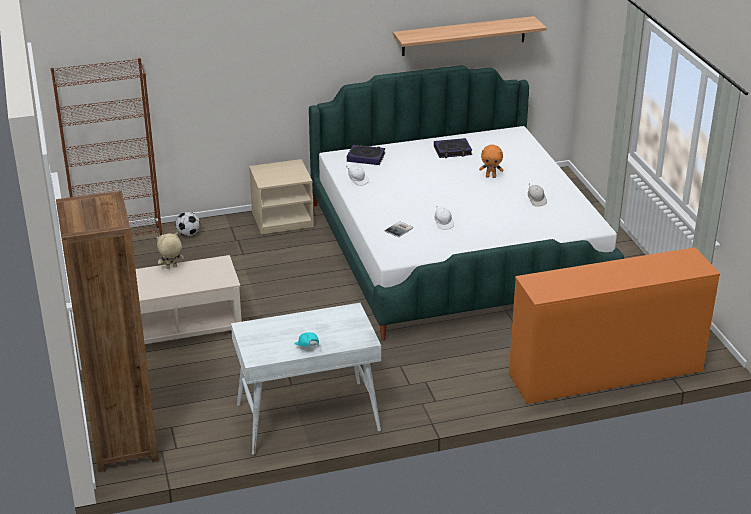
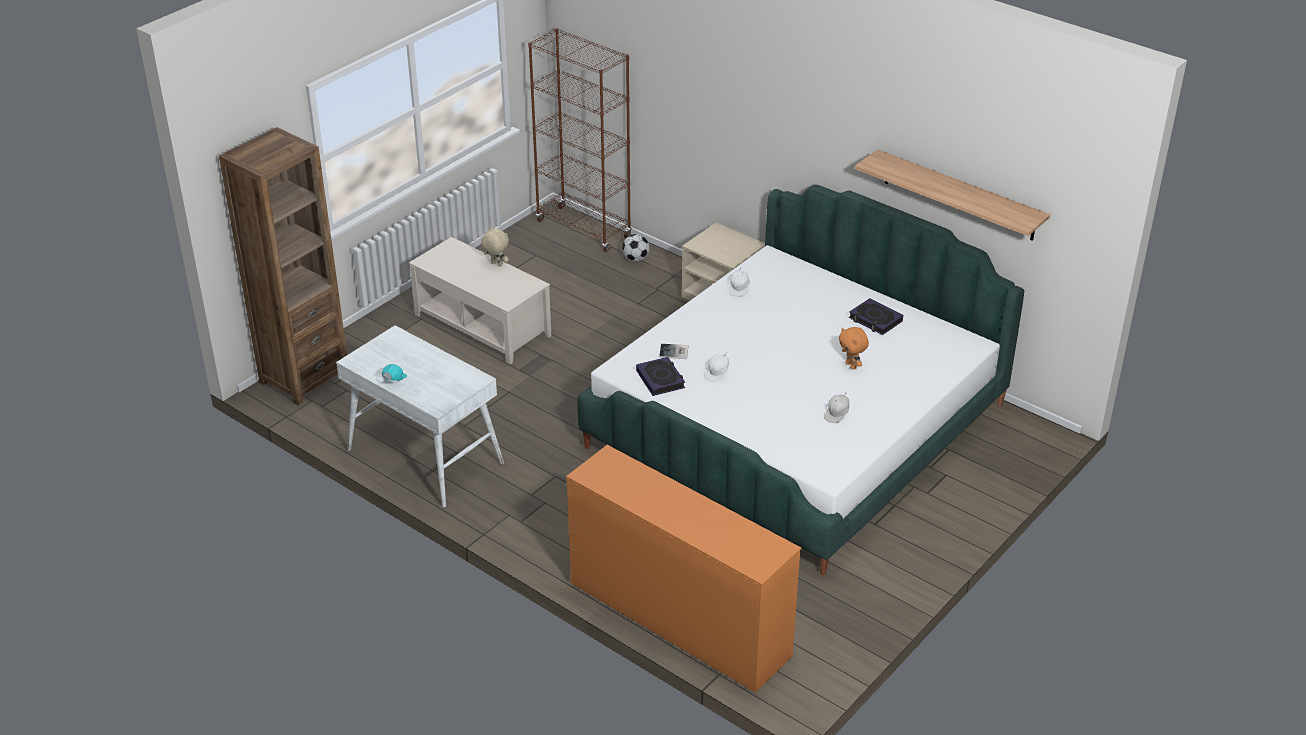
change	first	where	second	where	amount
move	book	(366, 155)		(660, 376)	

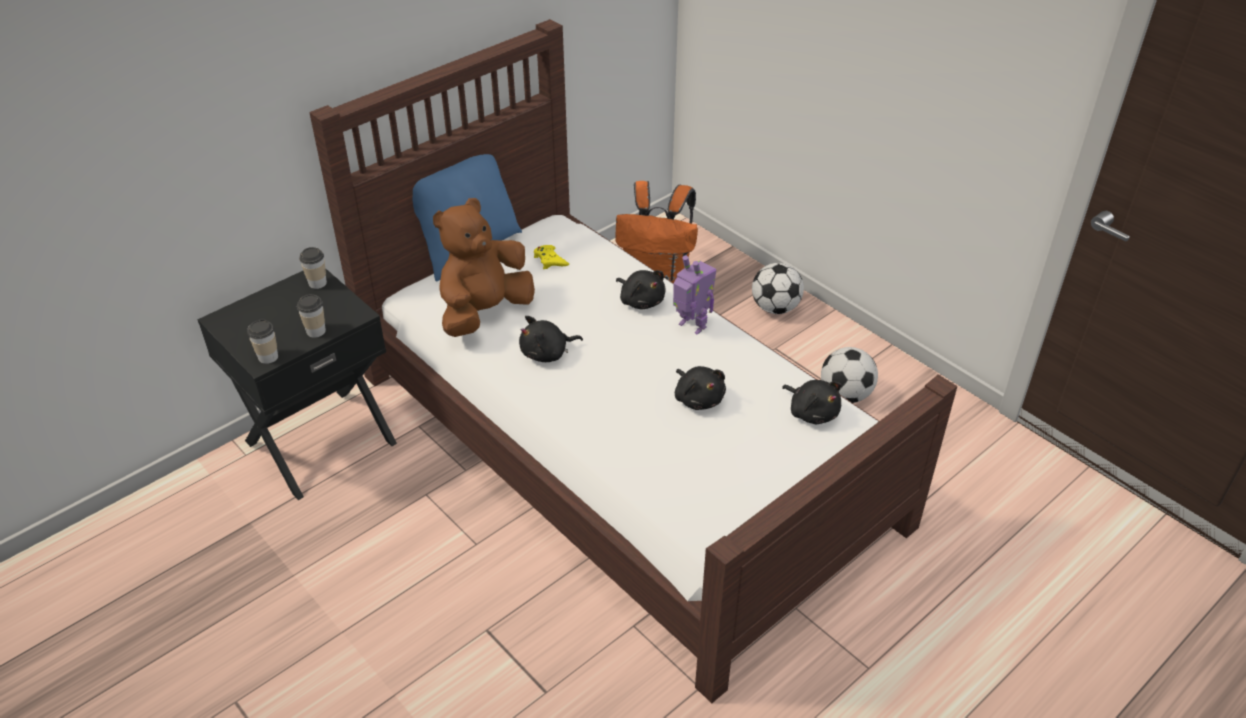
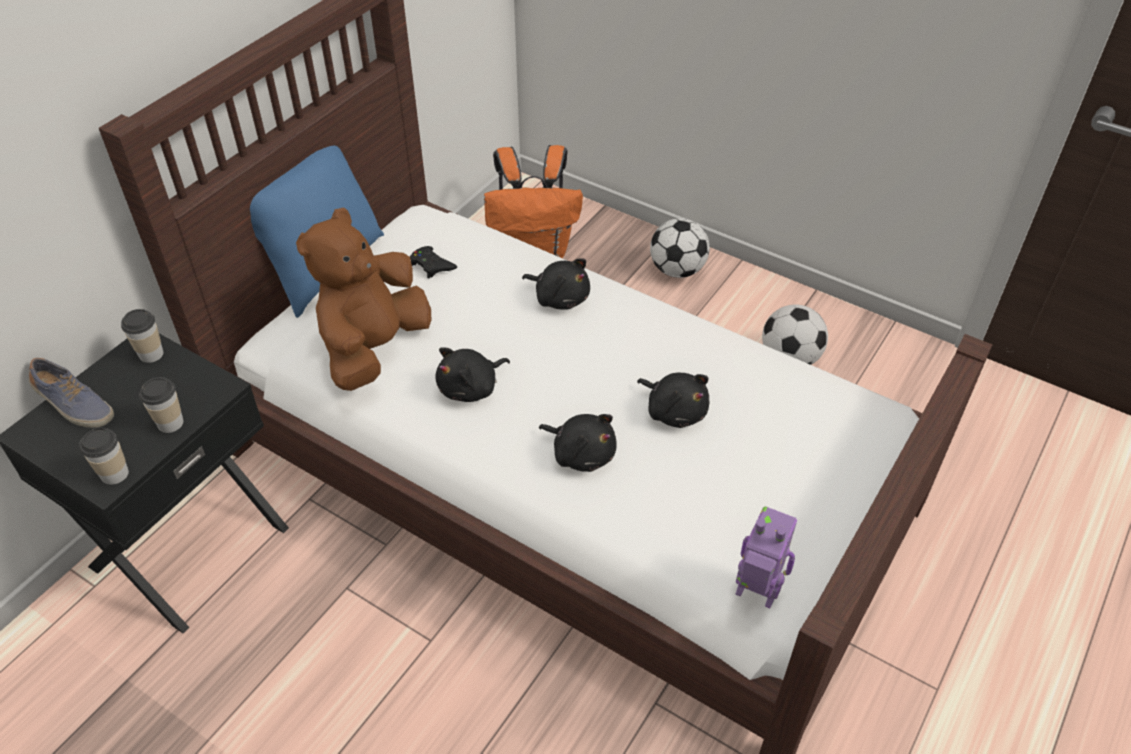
change	first	where	second	where	amount
insert			shoe	(71, 393)	
move	toy robot	(694, 295)		(766, 557)	
move	black plush toy	(811, 402)		(577, 443)	
recolor	yellow game controller	(551, 257)	black game controller	(433, 262)	

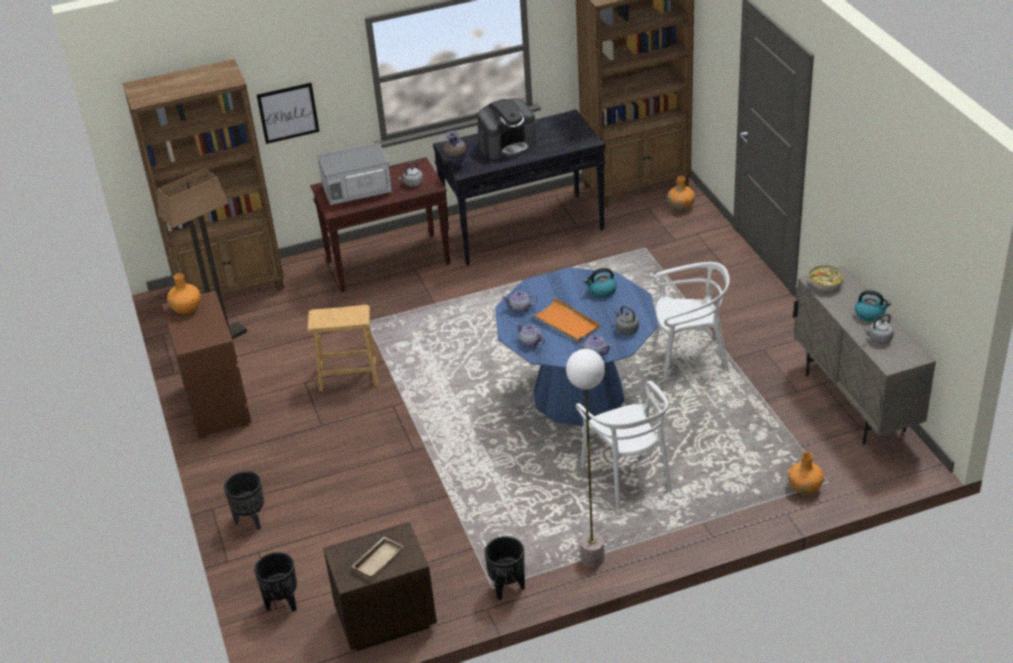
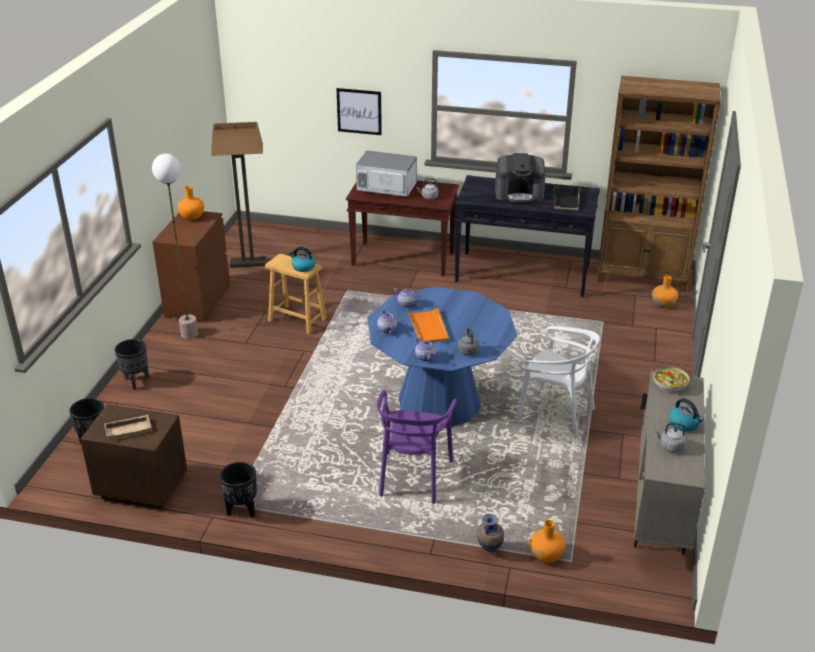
change	first	where	second	where	amount
delete	brown bookcase	(203, 177)			
insert			black tray	(567, 197)	
move	vase	(455, 147)		(490, 533)	
move	floor lamp	(585, 458)		(175, 246)	
move	kettle	(600, 283)		(302, 259)	
recolor	white chair	(624, 445)	purple chair	(417, 447)	

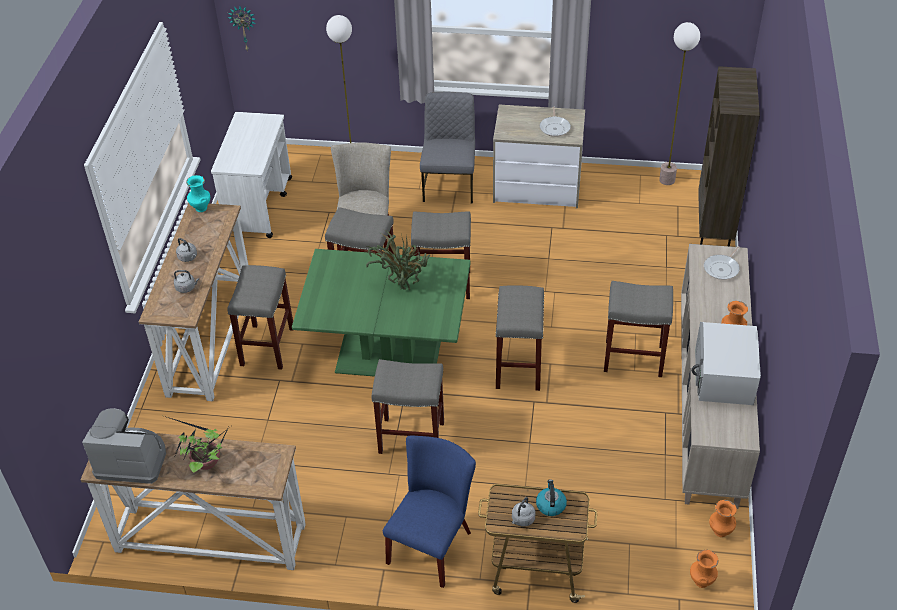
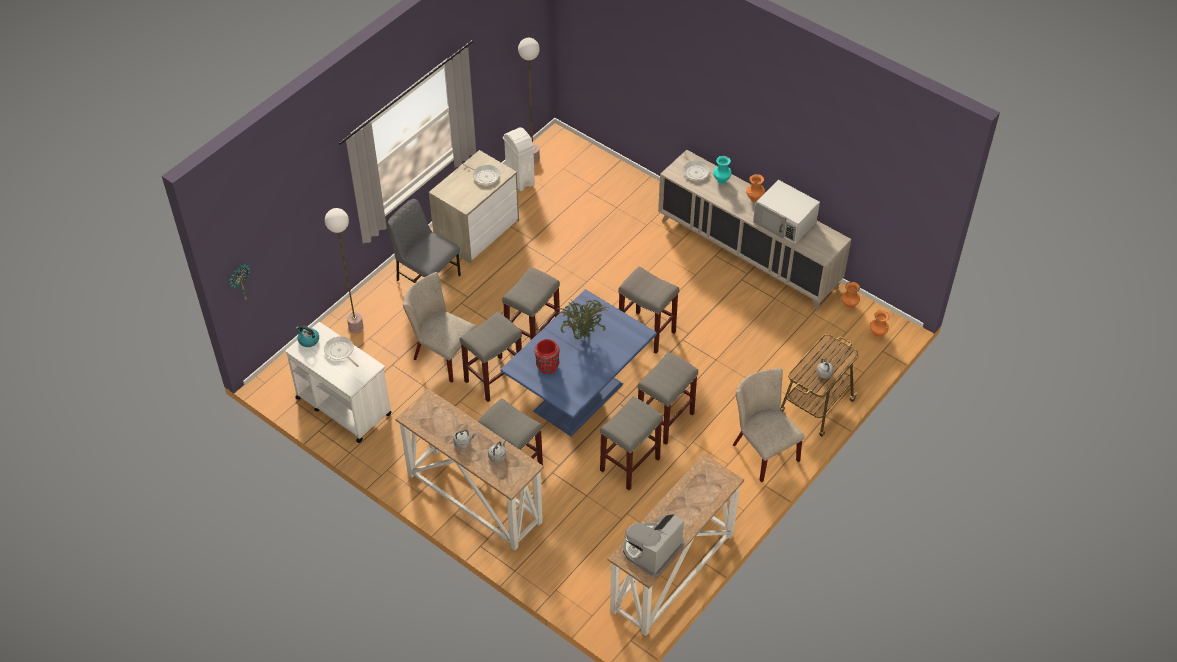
change	first	where	second	where	amount
delete	potted plant	(197, 444)			
delete	brown bookcase	(729, 156)			
insert			frying pan	(341, 351)	
insert			white trash can	(519, 159)	
insert			red vase	(547, 356)	
move	turquoise vase	(198, 193)		(722, 170)	
move	kettle	(551, 497)		(307, 336)	
move	grey stool	(638, 329)		(631, 443)	
recolor	green dining table	(381, 313)	blue dining table	(578, 363)	
recolor	blue chair	(429, 511)	beige chair	(769, 425)	

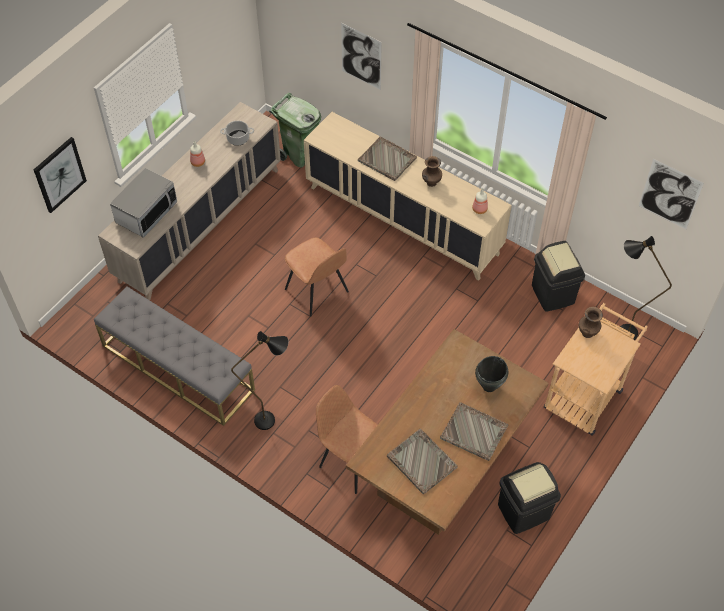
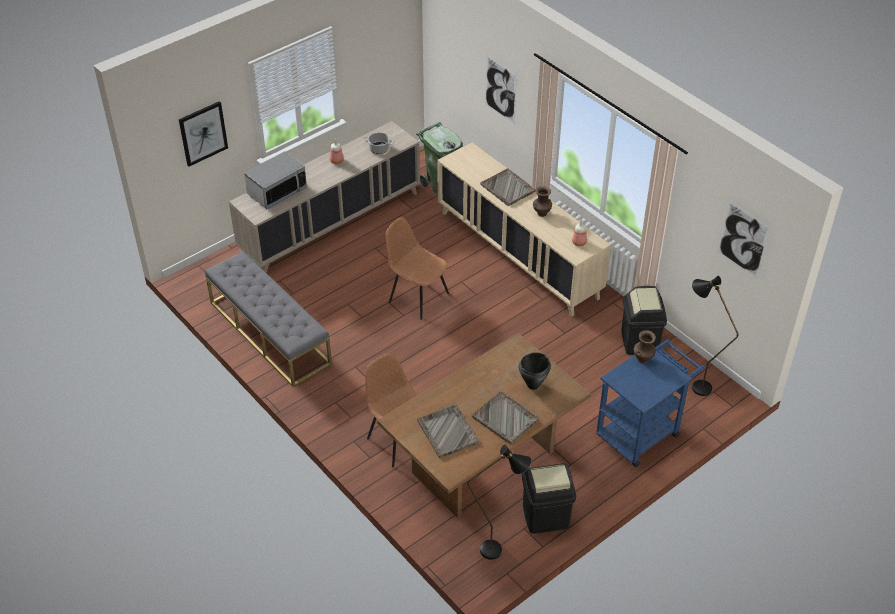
change	first	where	second	where	amount
move	black floor lamp	(260, 380)		(499, 502)	
recolor	beige cart	(596, 369)	blue cart	(650, 403)	
rotate	brown chair	(317, 277)		(417, 268)	150 degrees clockwise

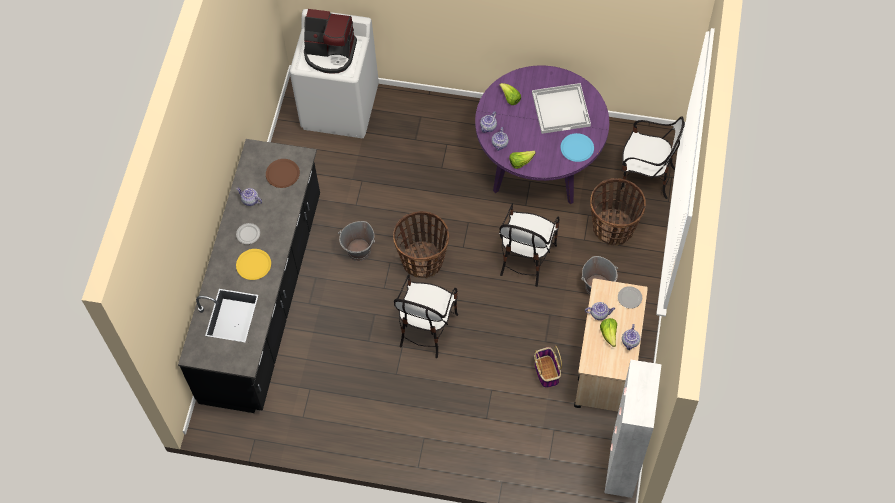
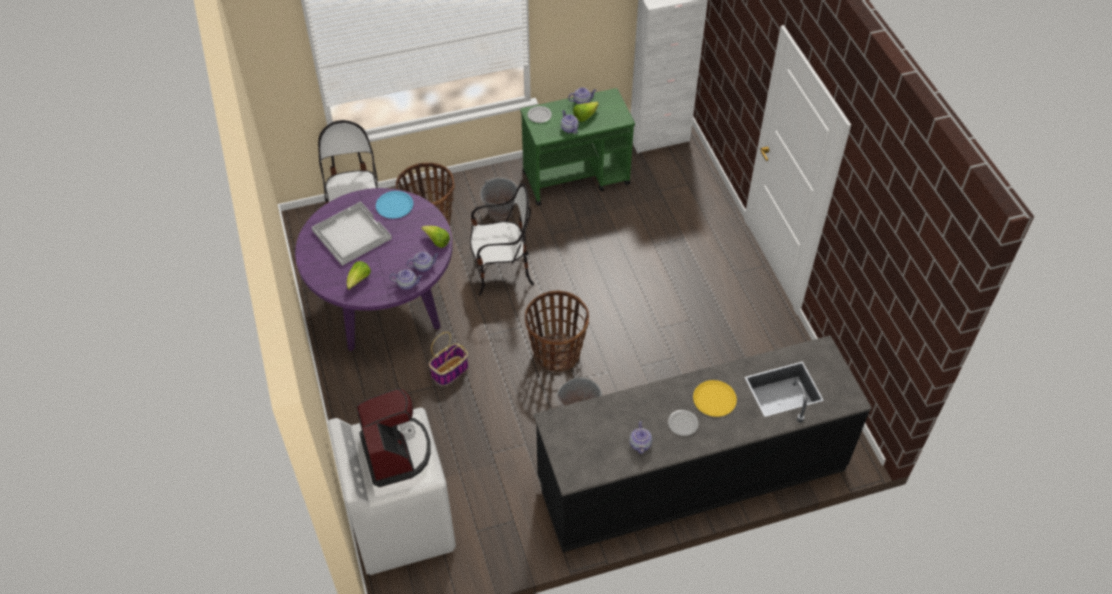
change	first	where	second	where	amount
delete	brown plate	(283, 173)			
delete	chair	(426, 316)			
move	basket	(548, 367)		(448, 359)	
recolor	beige cart	(611, 345)	green cart	(577, 147)	

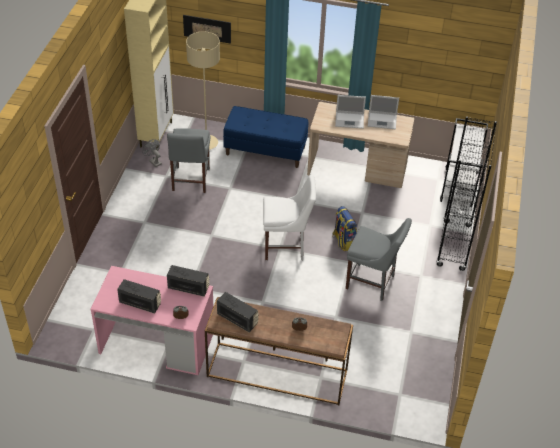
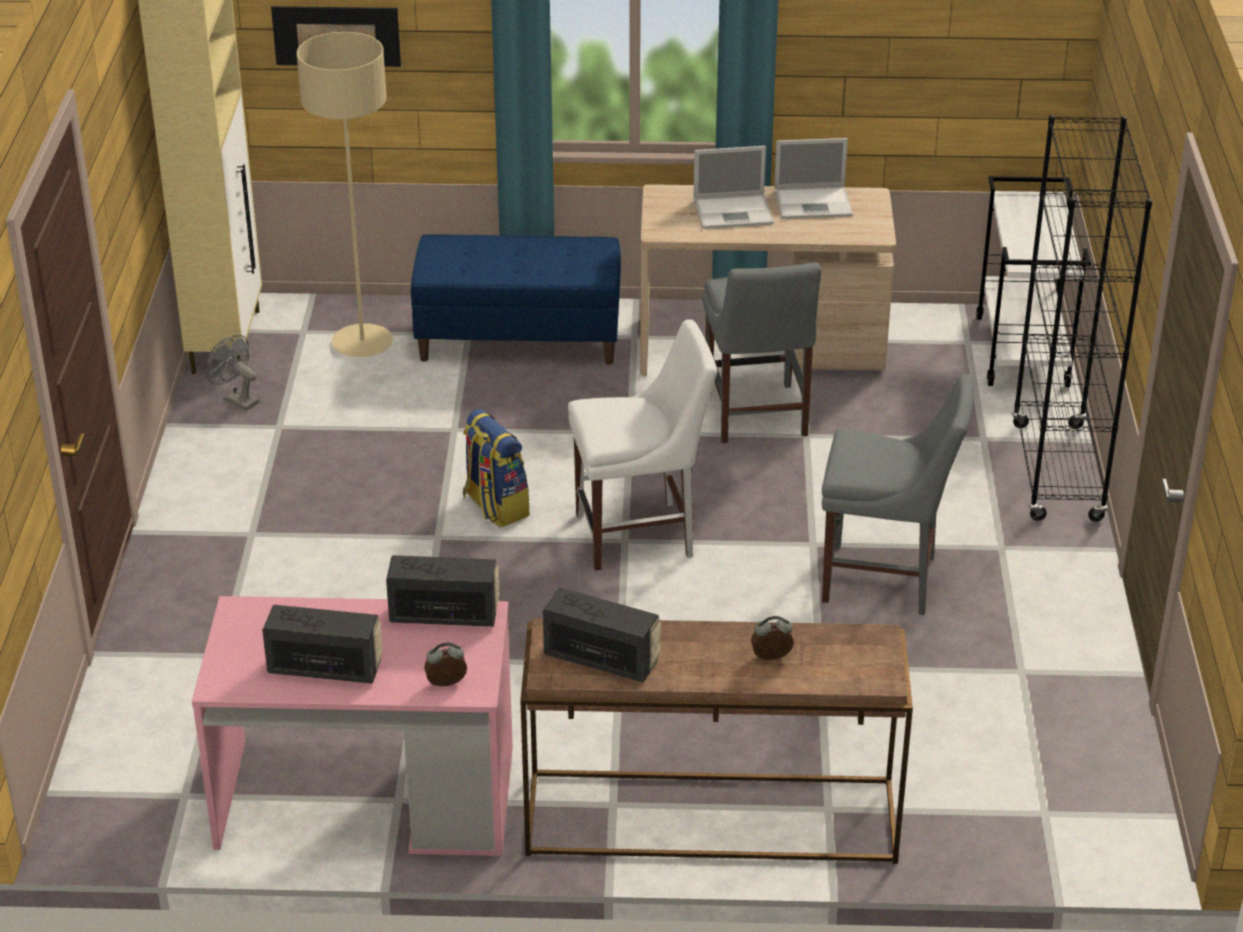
change	first	where	second	where	amount
move	grey chair	(188, 160)		(762, 353)	
move	backpack	(344, 228)		(496, 468)	

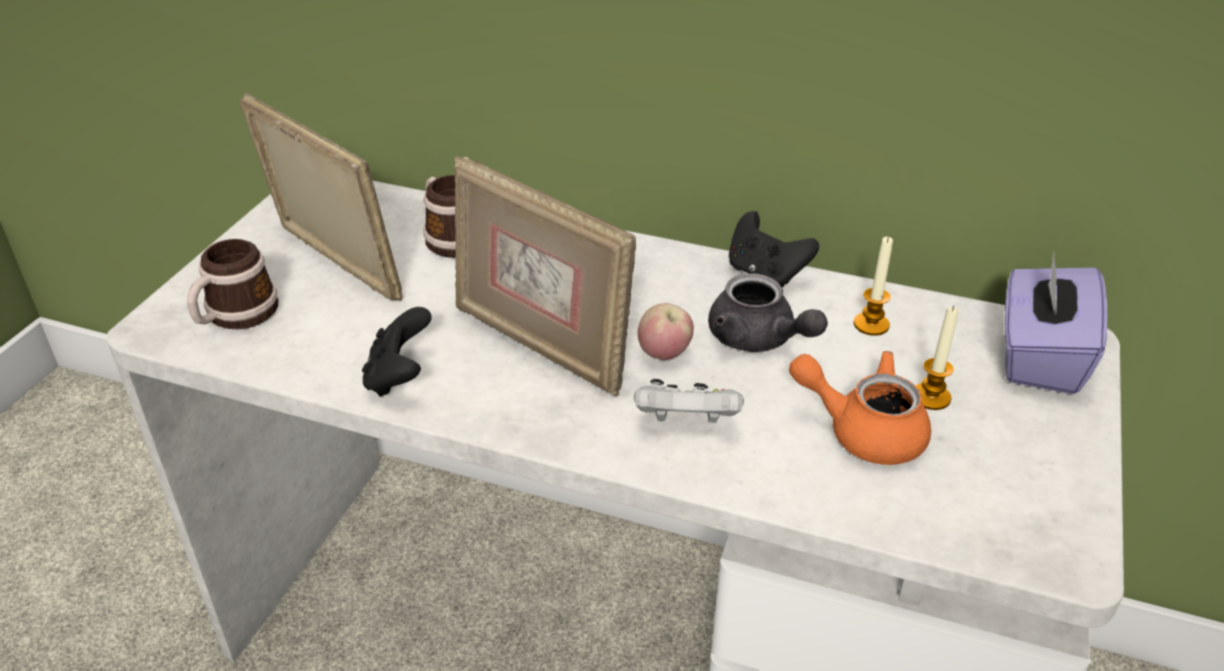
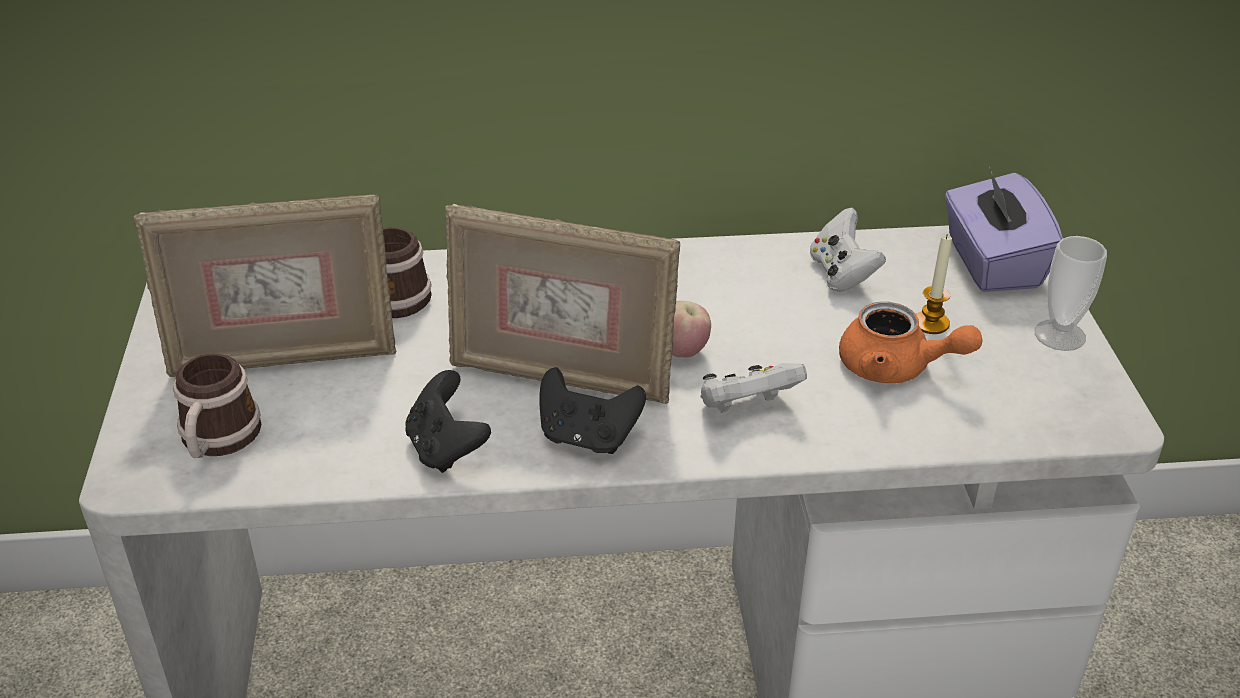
change	first	where	second	where	amount
delete	grey teapot	(768, 312)			
insert			cup	(1071, 293)	
move	black game controller	(774, 249)		(592, 410)	
replace	candle	(873, 286)	white game controller	(848, 250)	
rotate	picture frame	(321, 197)		(265, 285)	150 degrees clockwise
rotate	orange teapot	(860, 408)		(911, 342)	150 degrees counterclockwise

